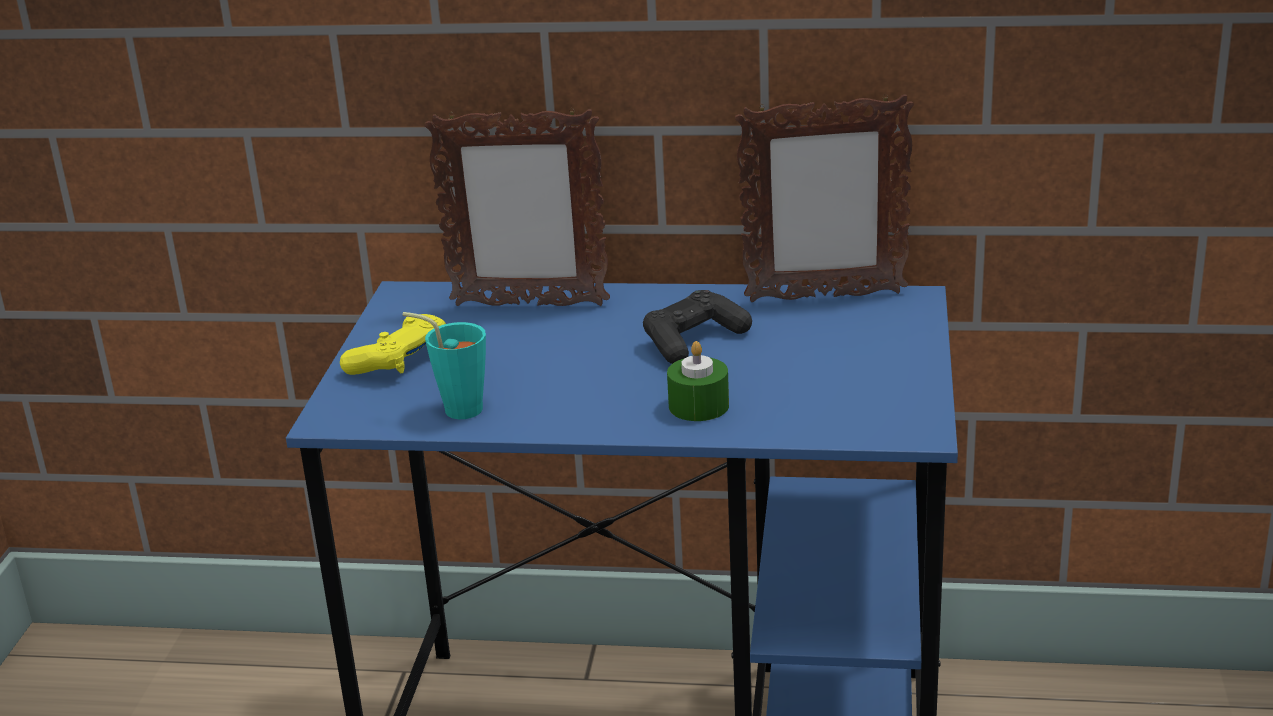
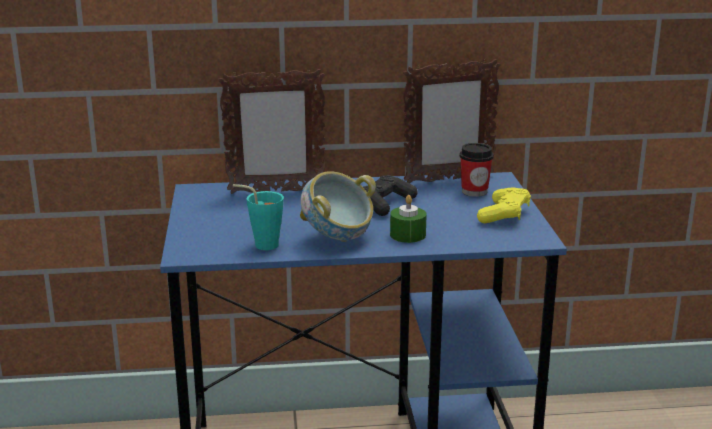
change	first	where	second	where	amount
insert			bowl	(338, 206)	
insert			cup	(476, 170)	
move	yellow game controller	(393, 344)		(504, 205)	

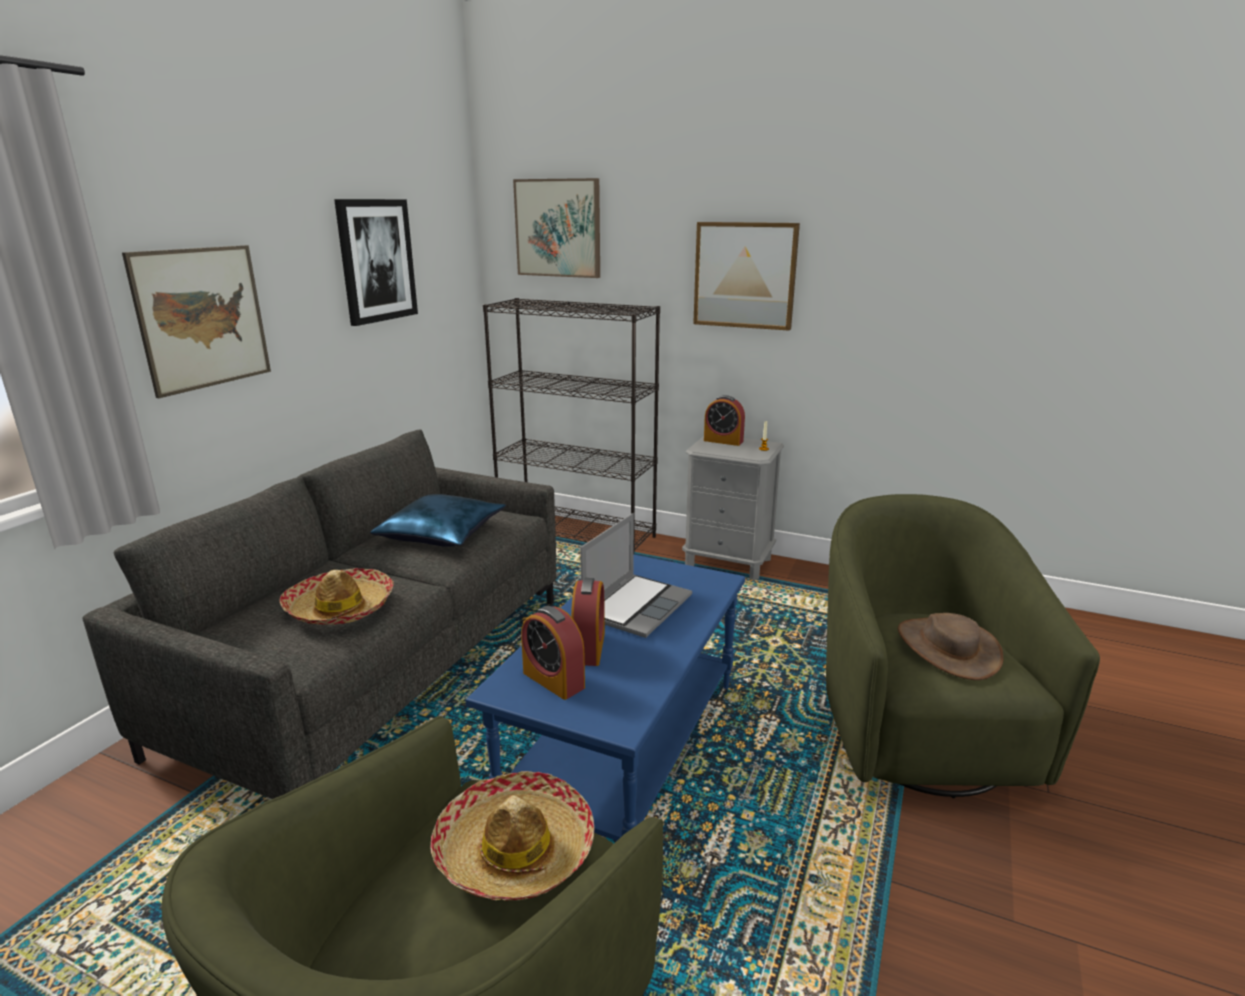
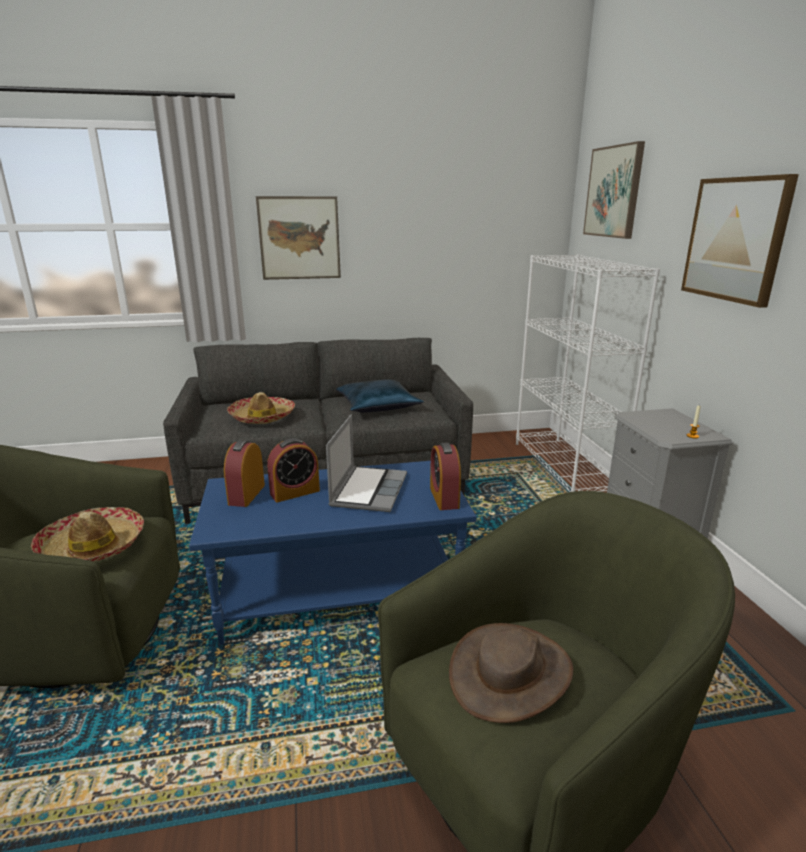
change	first	where	second	where	amount
delete	picture	(376, 262)			
move	alarm clock	(724, 420)		(445, 476)	
recolor	black bookcase	(571, 425)	white bookcase	(588, 373)	
rotate	laptop	(636, 575)		(366, 463)	75 degrees counterclockwise

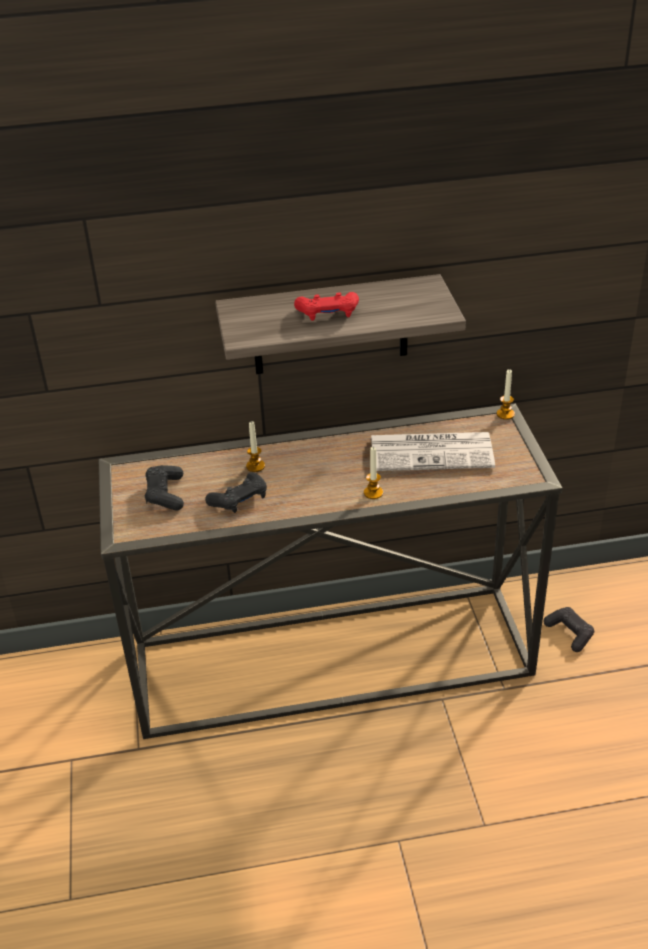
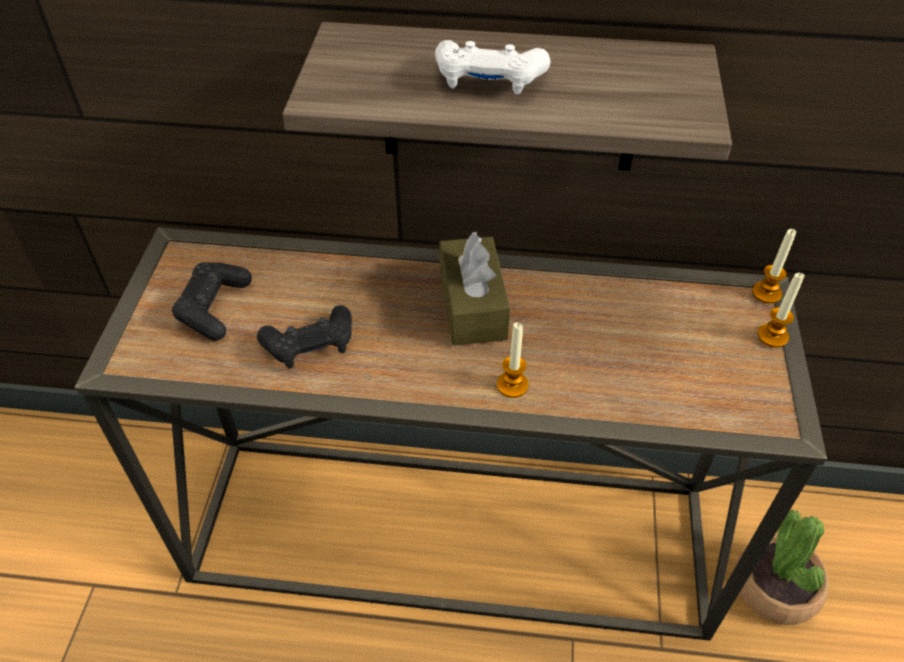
change	first	where	second	where	amount
delete	newspaper	(433, 451)			
insert			brown tissue box	(474, 288)	
move	candle	(255, 446)		(781, 310)	
replace	black game controller	(568, 629)	potted plant	(782, 567)	
recolor	red game controller	(326, 306)	white game controller	(492, 67)	

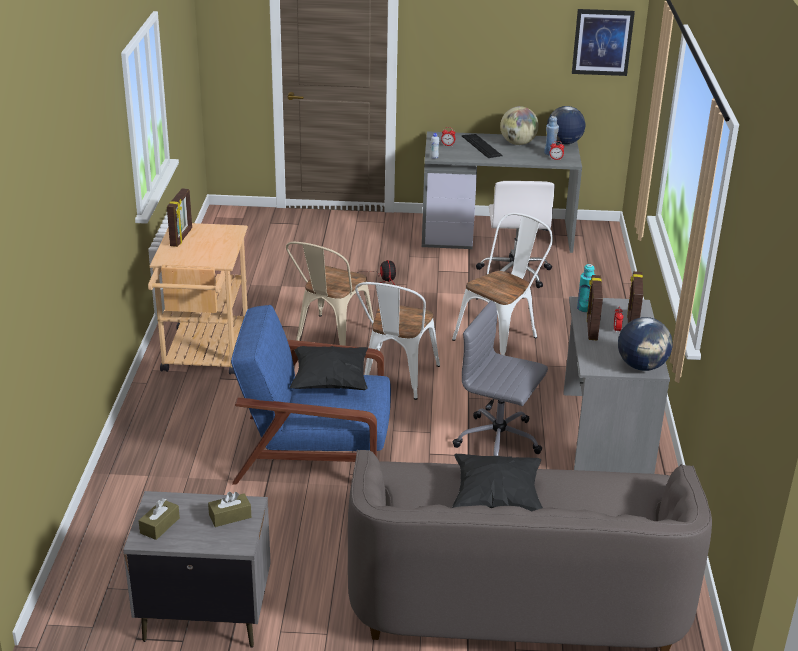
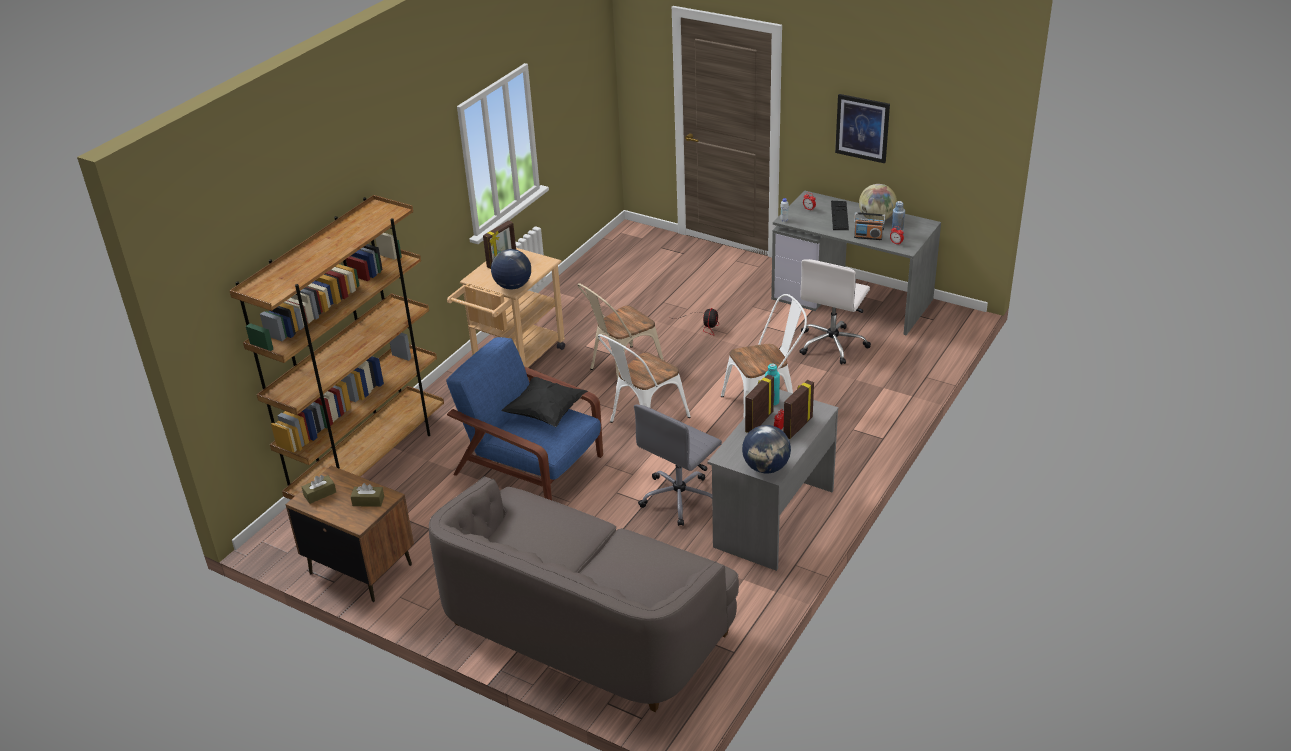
change	first	where	second	where	amount
delete	black pillow	(497, 482)			
insert			brown bookcase	(336, 347)	
insert			radio	(869, 226)	
move	globe	(566, 125)		(511, 269)	
move	picture	(603, 42)		(862, 128)	
recolor	grey nightstand	(197, 569)	brown nightstand	(349, 533)	
rotate	grey office chair	(500, 378)		(678, 465)	105 degrees counterclockwise

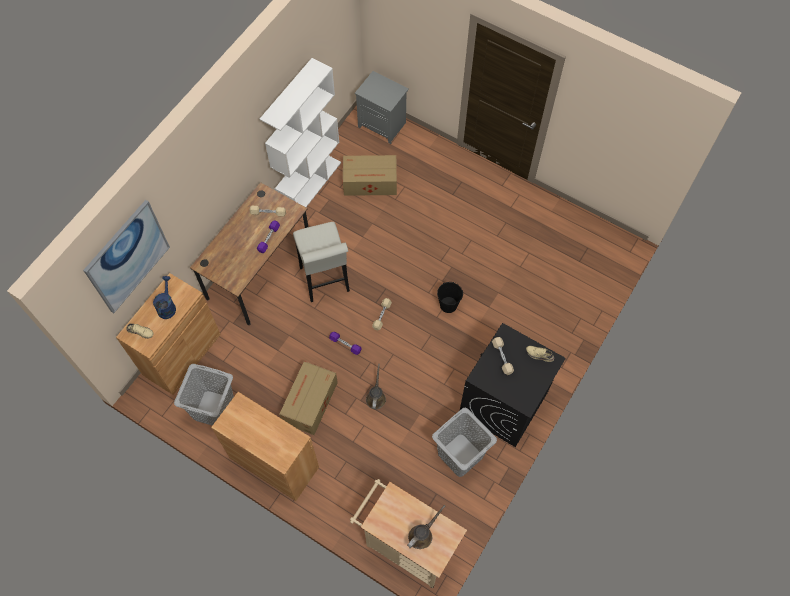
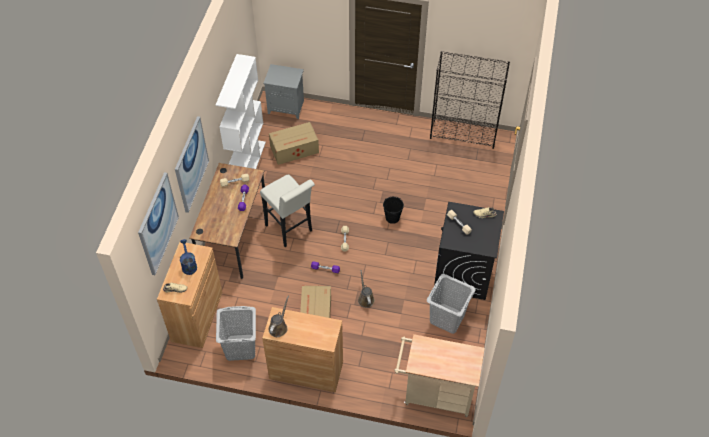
change	first	where	second	where	amount
insert			picture	(192, 164)	
insert			black bookcase	(470, 100)	
move	brown watering can	(426, 527)		(279, 316)	

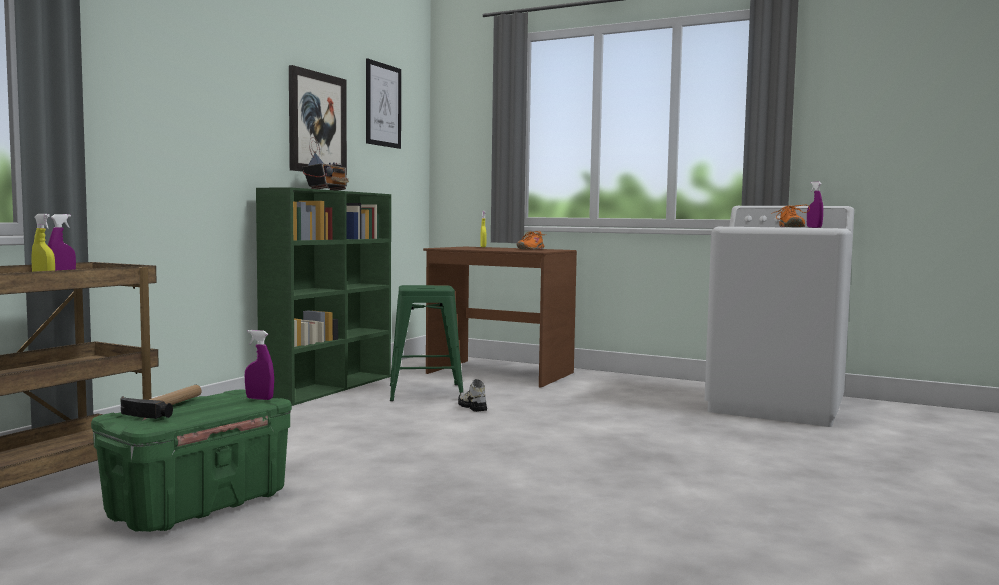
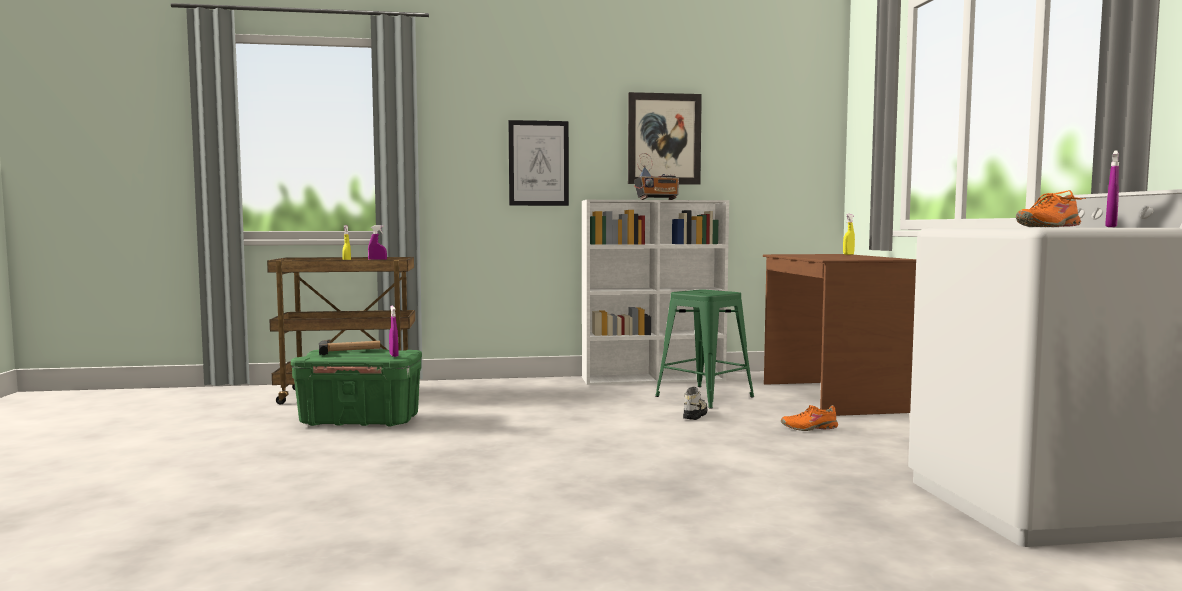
change	first	where	second	where	amount
move	picture	(383, 103)		(539, 163)	
move	orange shoe	(530, 240)		(809, 418)	
recolor	green bookcase	(323, 296)	white bookcase	(655, 292)	

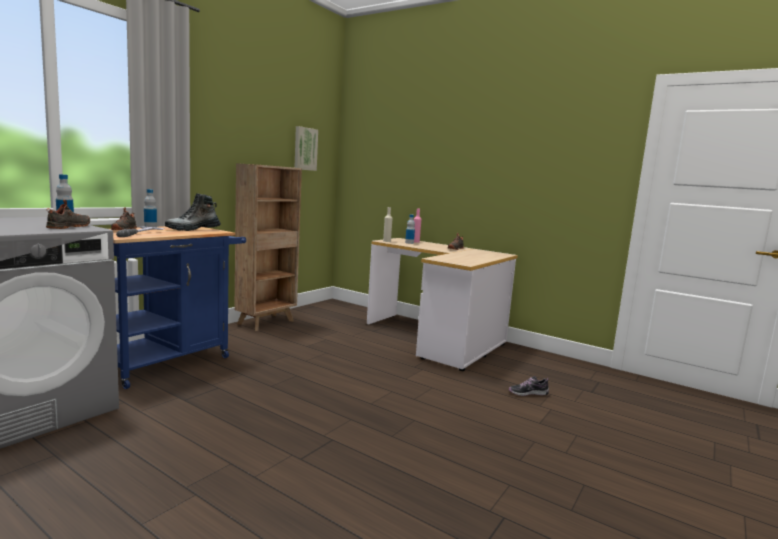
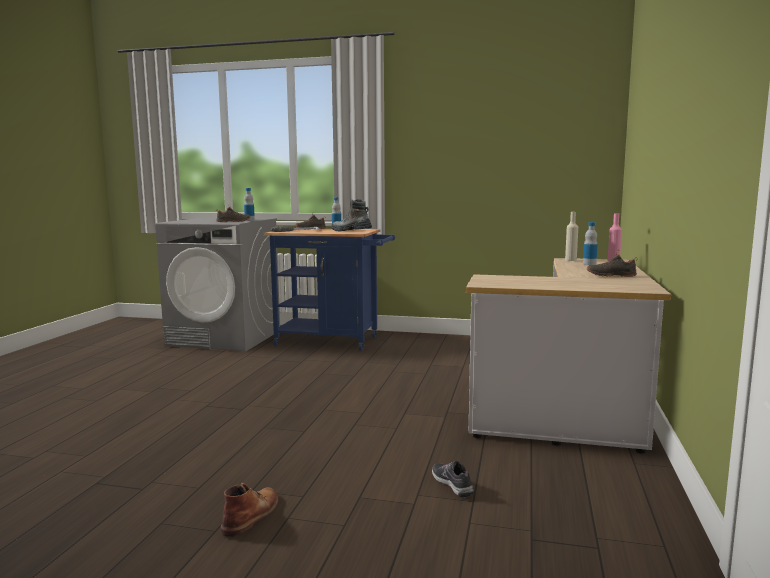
change	first	where	second	where	amount
delete	brown bookcase	(268, 247)			
delete	picture	(306, 148)			
insert			brown boot	(249, 510)	

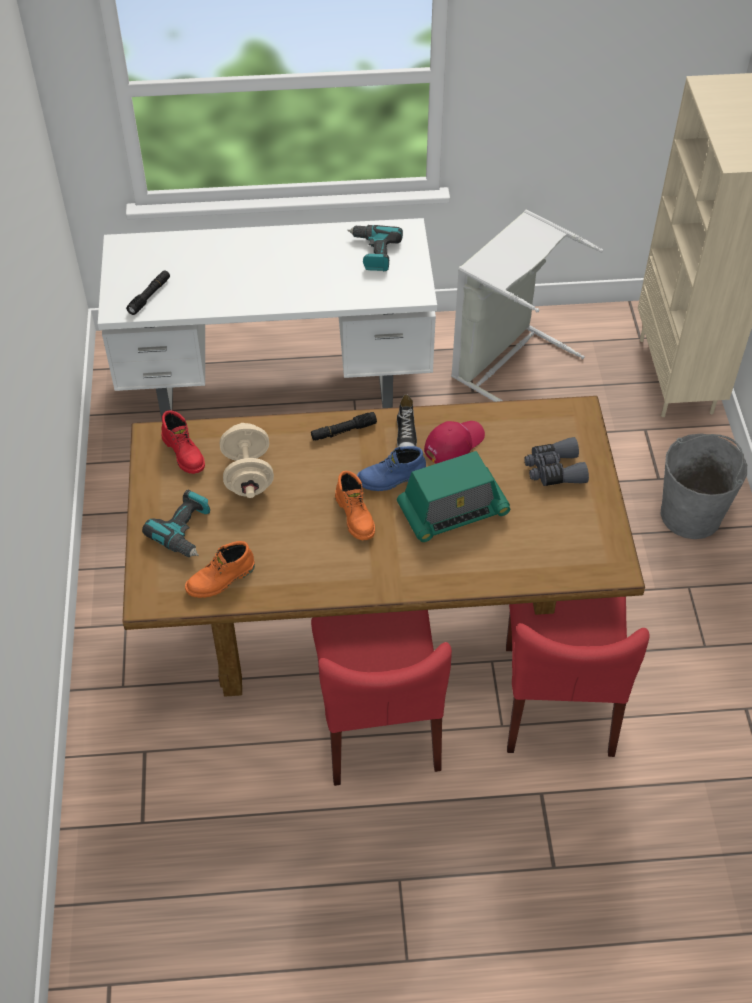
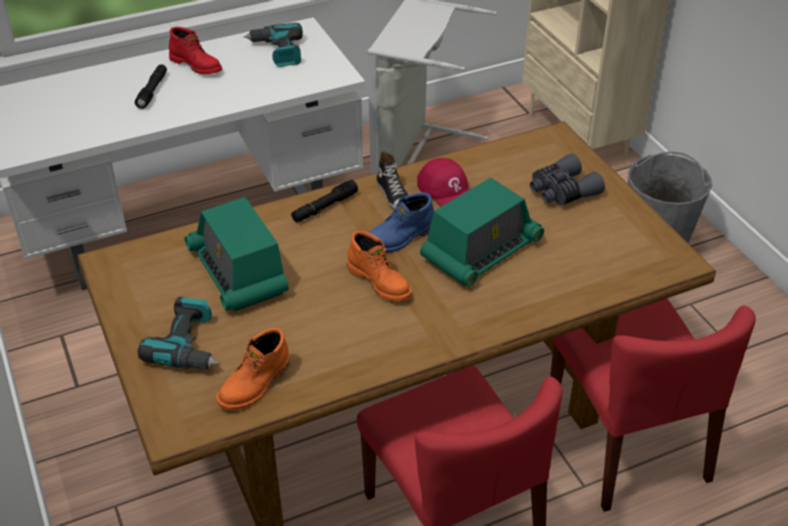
change	first	where	second	where	amount
move	black flashlight	(148, 293)		(151, 86)	
move	red boot	(183, 442)		(195, 50)	
replace	beige dumbbell	(247, 460)	radio	(236, 254)	
rotate	red cap	(454, 442)		(443, 182)	120 degrees clockwise

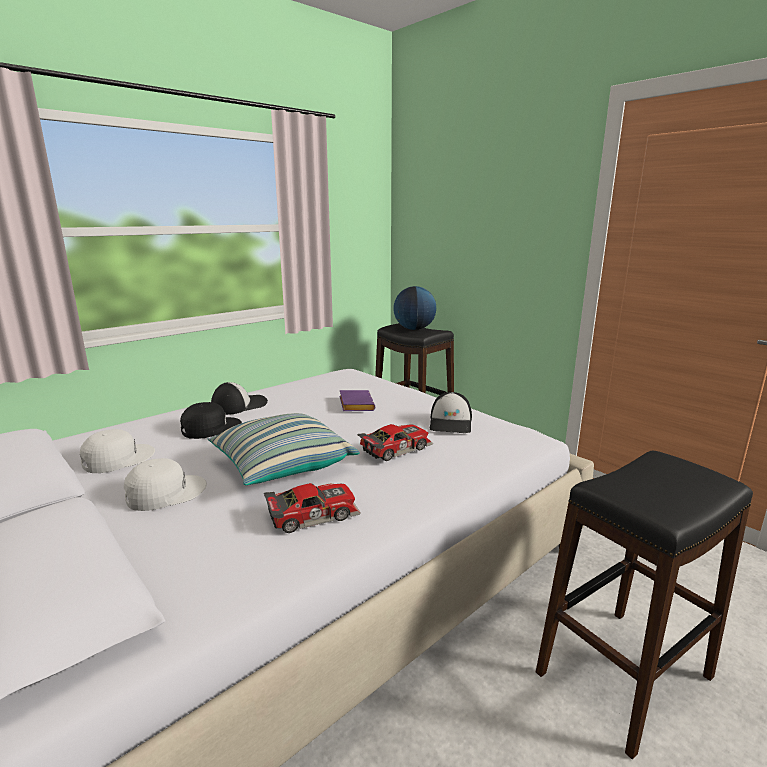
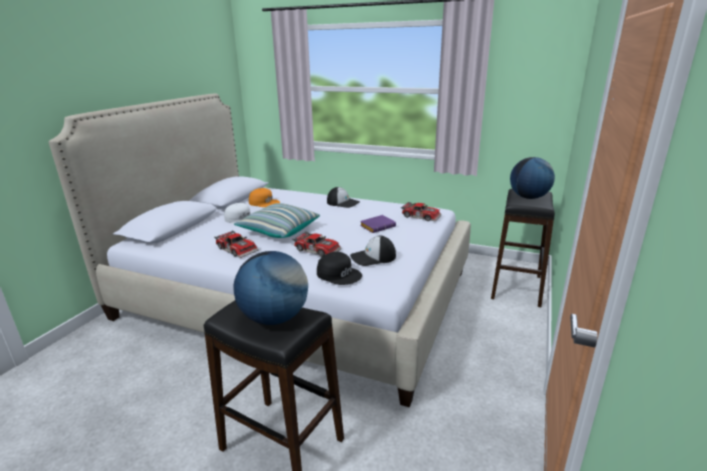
change	first	where	second	where	amount
insert			globe	(270, 288)	
insert			toy car	(421, 211)	
move	black cap	(211, 420)		(339, 268)	
recolor	white cap	(117, 451)	orange cap	(264, 197)	

